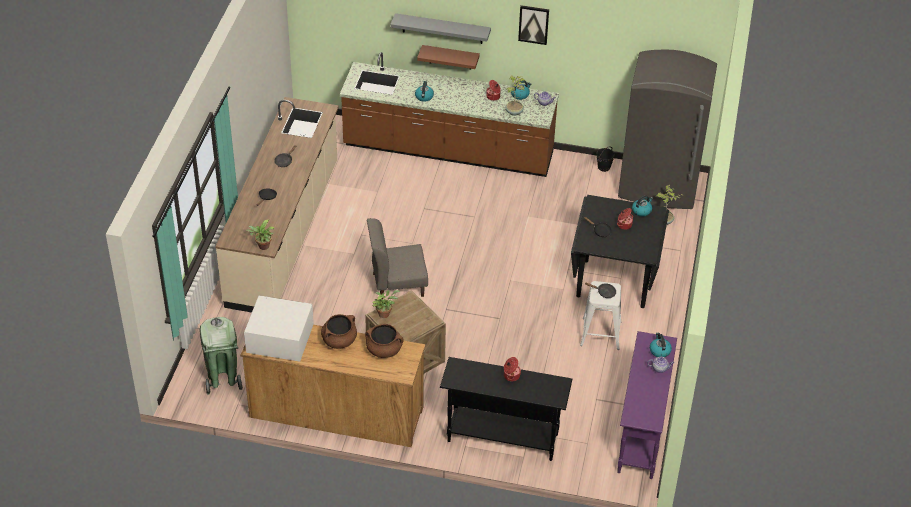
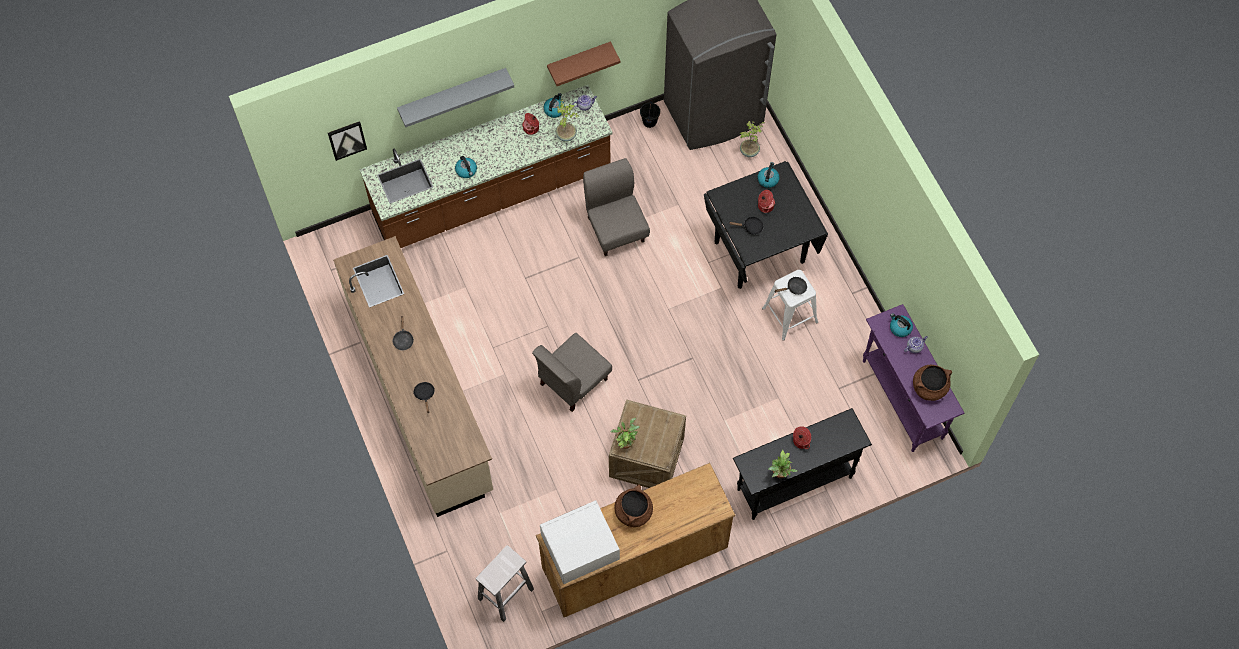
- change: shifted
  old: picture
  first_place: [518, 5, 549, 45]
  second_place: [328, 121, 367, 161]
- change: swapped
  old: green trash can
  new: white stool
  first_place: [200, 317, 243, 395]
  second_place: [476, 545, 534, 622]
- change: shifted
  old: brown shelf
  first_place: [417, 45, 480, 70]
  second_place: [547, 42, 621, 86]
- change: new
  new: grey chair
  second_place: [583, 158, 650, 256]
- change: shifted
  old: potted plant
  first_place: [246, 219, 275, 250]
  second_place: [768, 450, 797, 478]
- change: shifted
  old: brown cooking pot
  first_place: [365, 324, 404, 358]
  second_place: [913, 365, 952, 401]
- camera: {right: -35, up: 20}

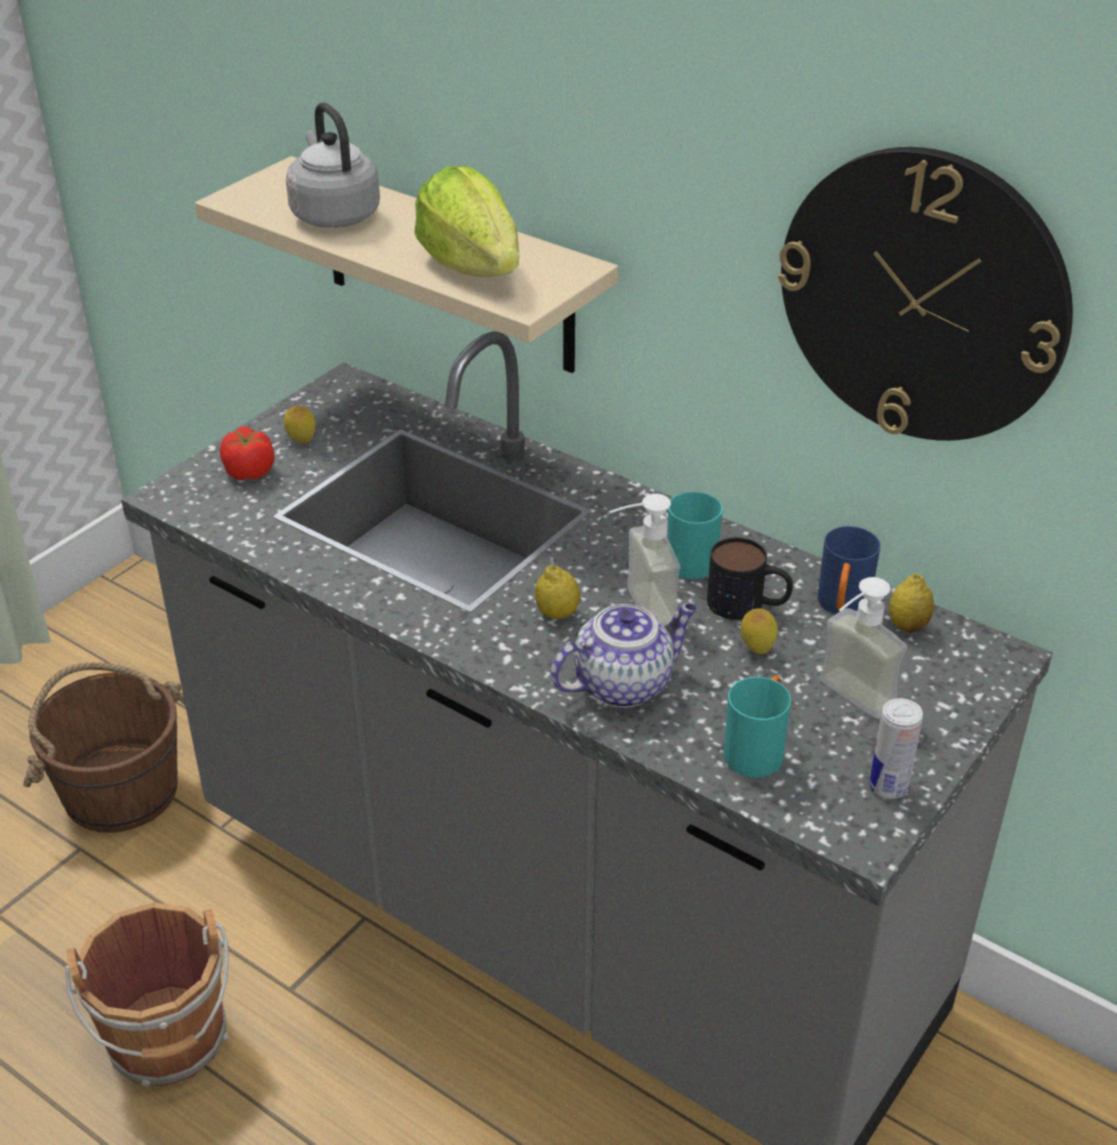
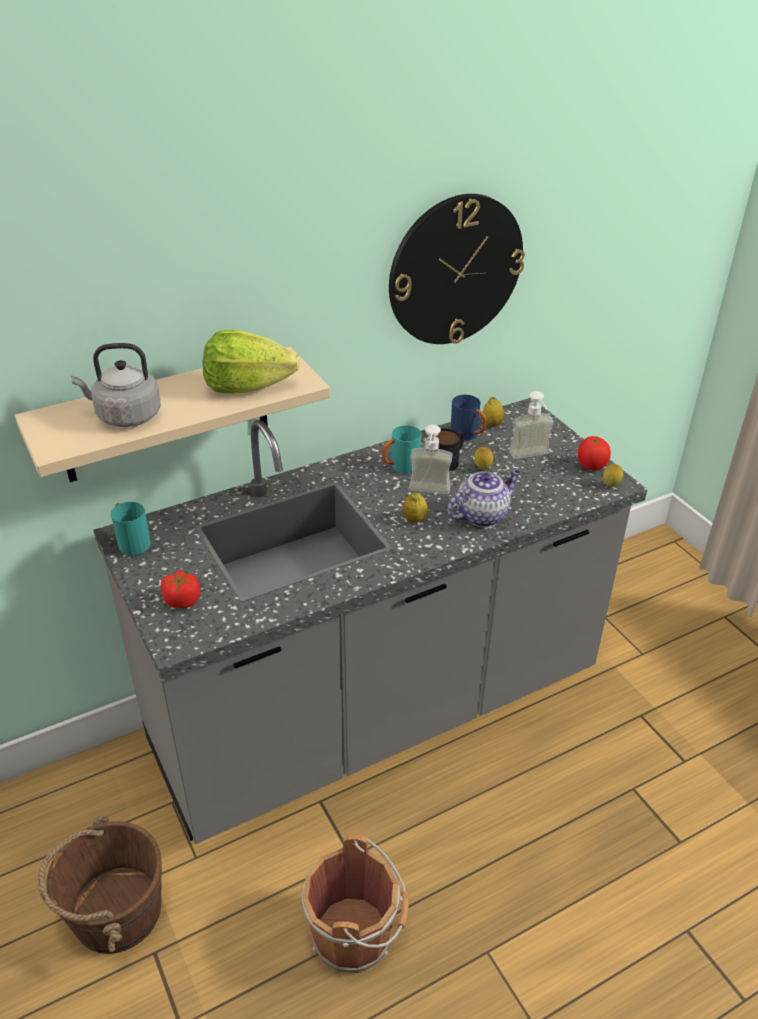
- change: shifted
  old: turquoise mug
  first_place: [724, 676, 791, 778]
  second_place: [111, 502, 151, 556]
- change: rotated
  old: teapot
  first_place: [550, 603, 697, 708]
  second_place: [447, 470, 521, 527]
  degrees: 60
- change: swapped
  old: can
  new: tomato
  first_place: [869, 698, 923, 799]
  second_place: [578, 436, 611, 470]
- change: shifted
  old: lemon
  first_place: [284, 406, 316, 443]
  second_place: [603, 464, 623, 487]
- camera: {right: -65, up: 0}

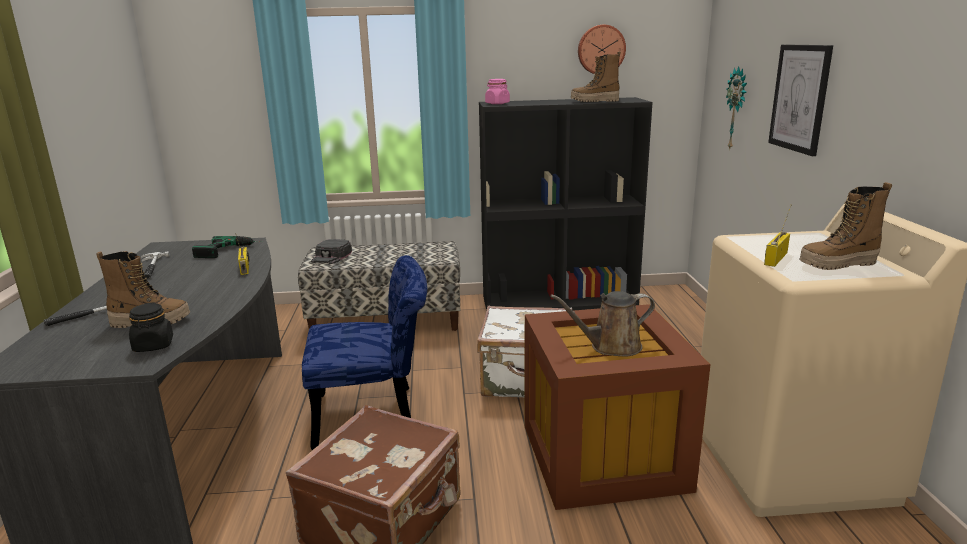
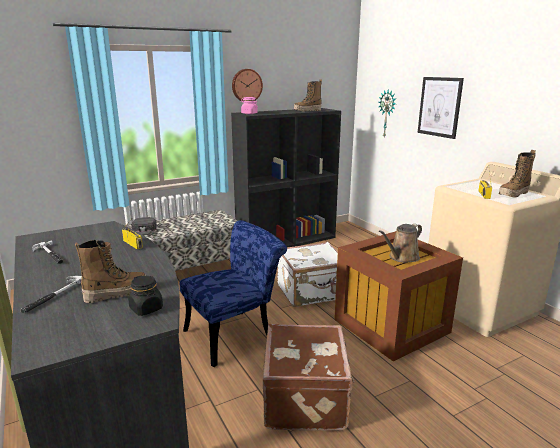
- change: shifted
  old: wall clock
  first_place: [578, 25, 626, 74]
  second_place: [232, 69, 263, 101]
- change: gone
  old: power drill
  first_place: [192, 236, 262, 258]
- camera: {right: -25, up: 0}

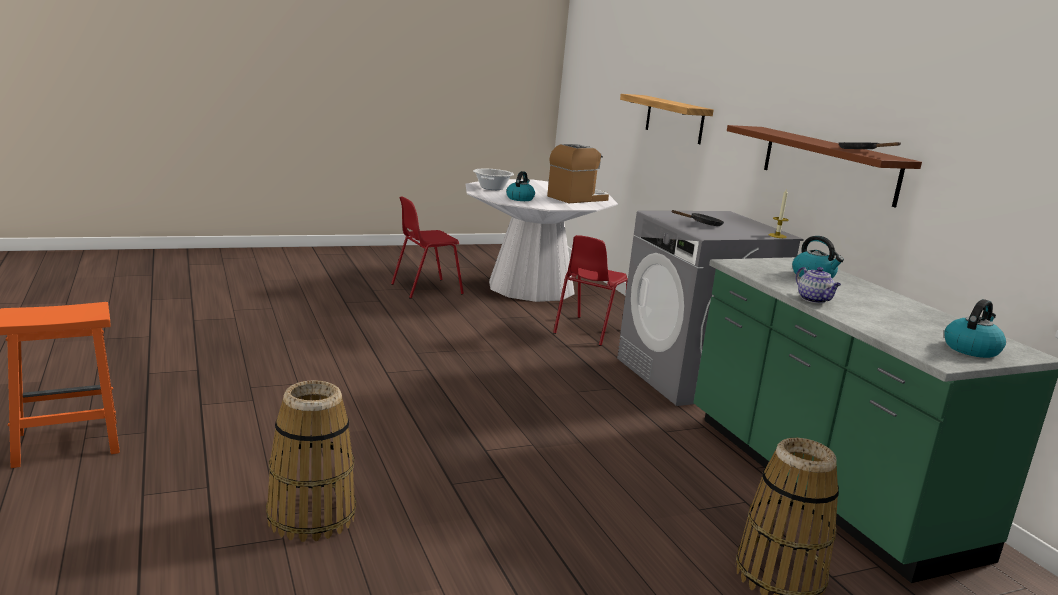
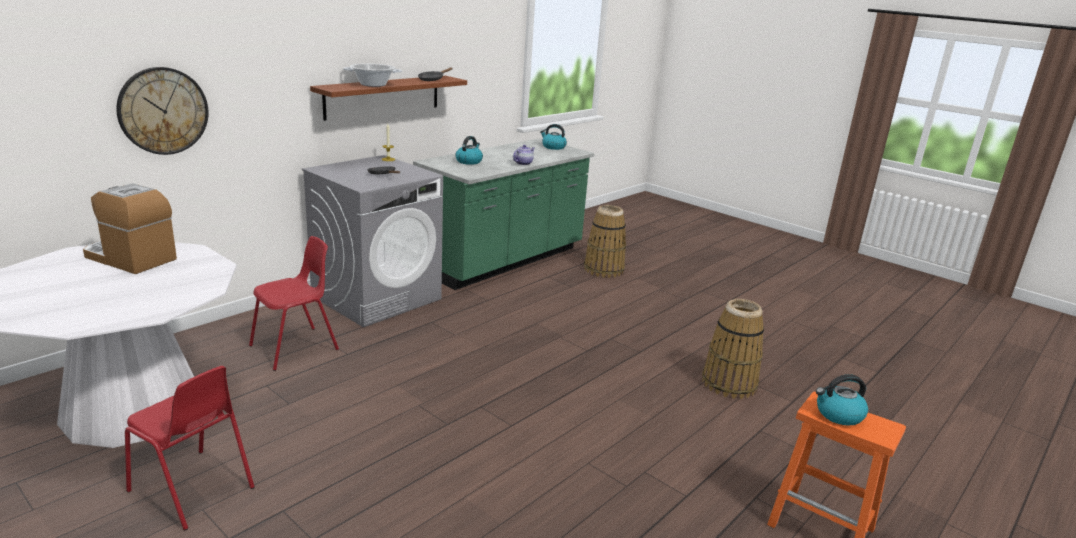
- change: swapped
  old: shelf
  new: wall clock
  first_place: [620, 94, 714, 144]
  second_place: [116, 67, 208, 155]
- change: rotated
  old: red chair
  first_place: [553, 235, 628, 346]
  second_place: [249, 236, 339, 371]
  degrees: -45
- change: shifted
  old: cooking pot
  first_place: [473, 169, 514, 190]
  second_place: [343, 64, 402, 87]
- change: shifted
  old: kettle
  first_place: [506, 171, 535, 201]
  second_place: [816, 374, 868, 426]
- camera: {right: -115, up: 5}

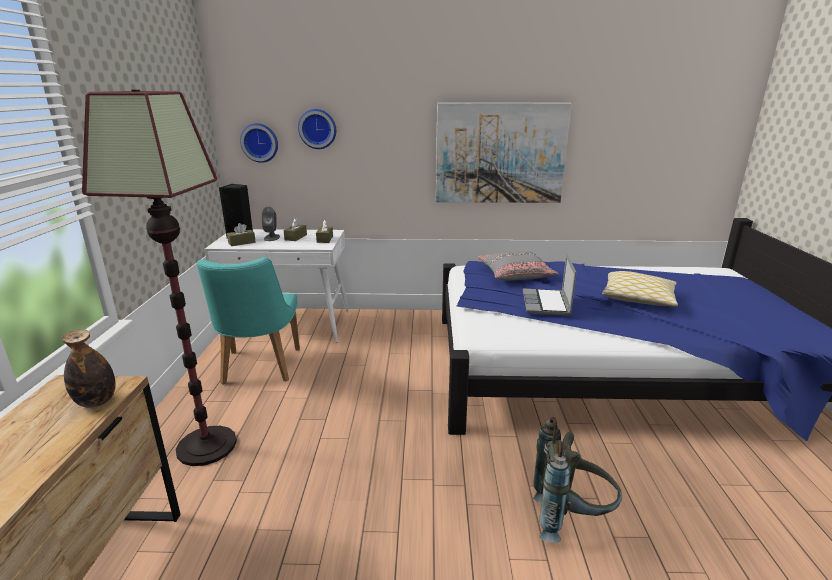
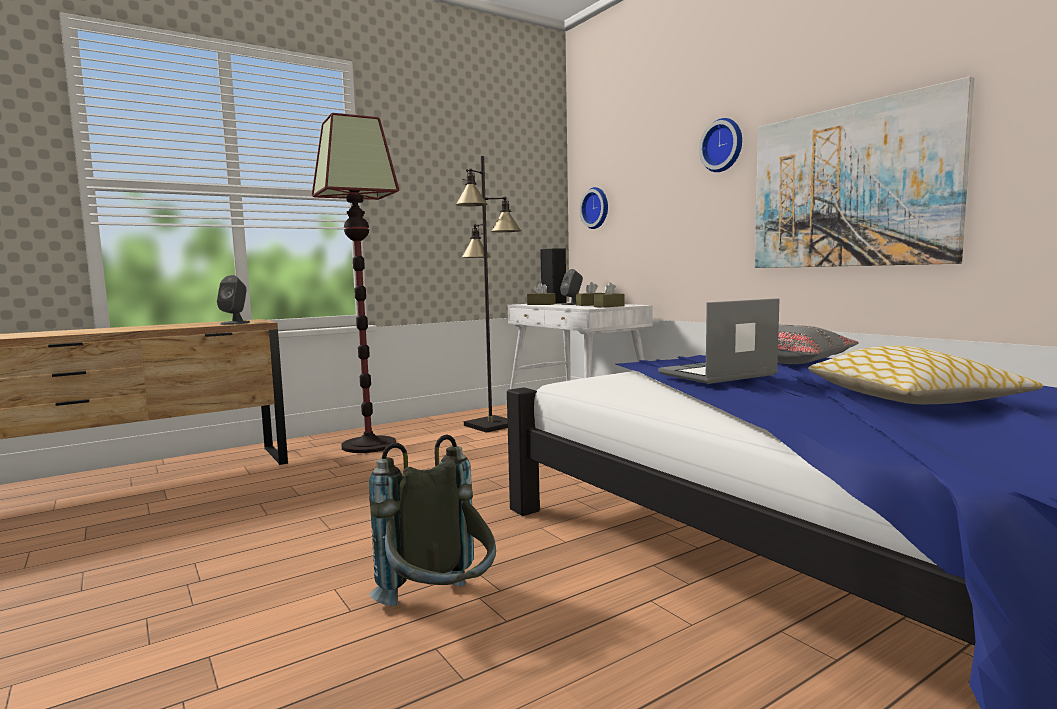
- change: swapped
  old: bottle
  new: grey speaker
  first_place: [62, 329, 116, 408]
  second_place: [217, 275, 250, 325]
- change: swapped
  old: turquoise chair
  new: black floor lamp
  first_place: [197, 257, 300, 385]
  second_place: [455, 156, 521, 433]
- change: shifted
  old: wall clock
  first_place: [298, 109, 336, 149]
  second_place: [699, 118, 742, 172]
- camera: {right: 55, up: -15}

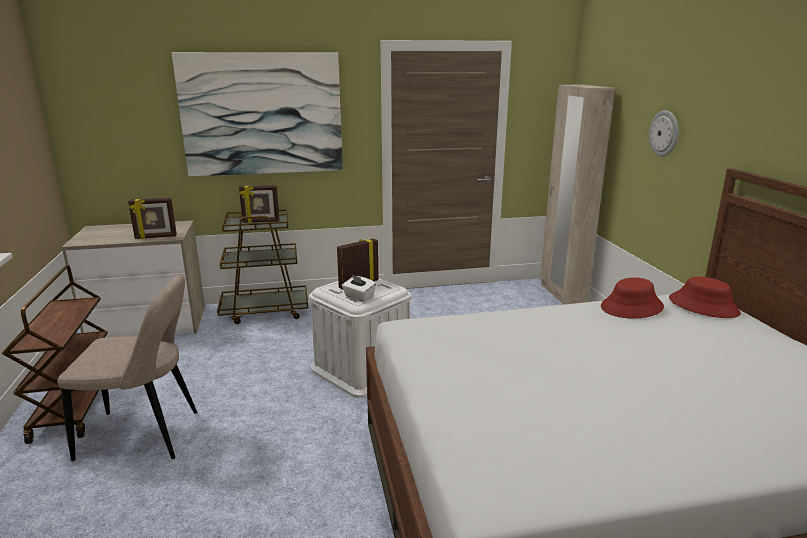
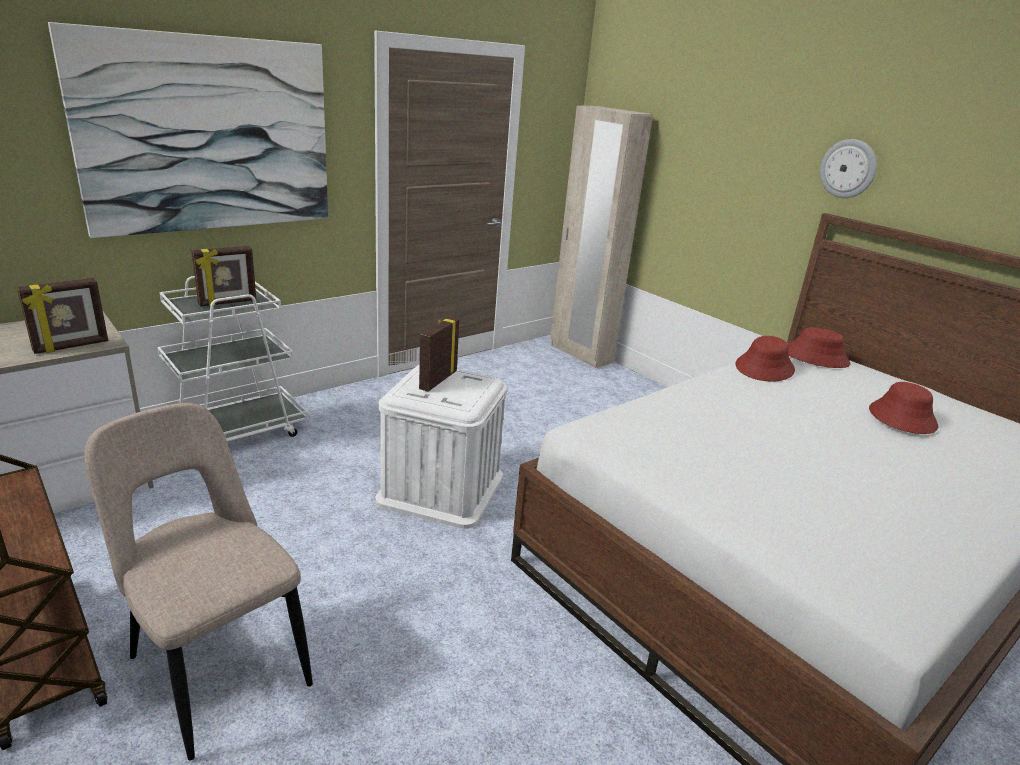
- change: rotated
  old: beige chair
  first_place: [57, 275, 197, 461]
  second_place: [84, 403, 313, 761]
  degrees: -105
- change: repainted
  old: brown cart
  new: white cart
  first_place: [217, 209, 308, 324]
  second_place: [158, 276, 308, 442]
- change: shifted
  old: wall clock
  first_place: [649, 110, 678, 157]
  second_place: [820, 139, 877, 198]
- change: new
  new: red hat
  second_place: [869, 382, 939, 434]
- change: gone
  old: white tissue box
  first_place: [342, 275, 376, 302]
- camera: {right: -30, up: 5}

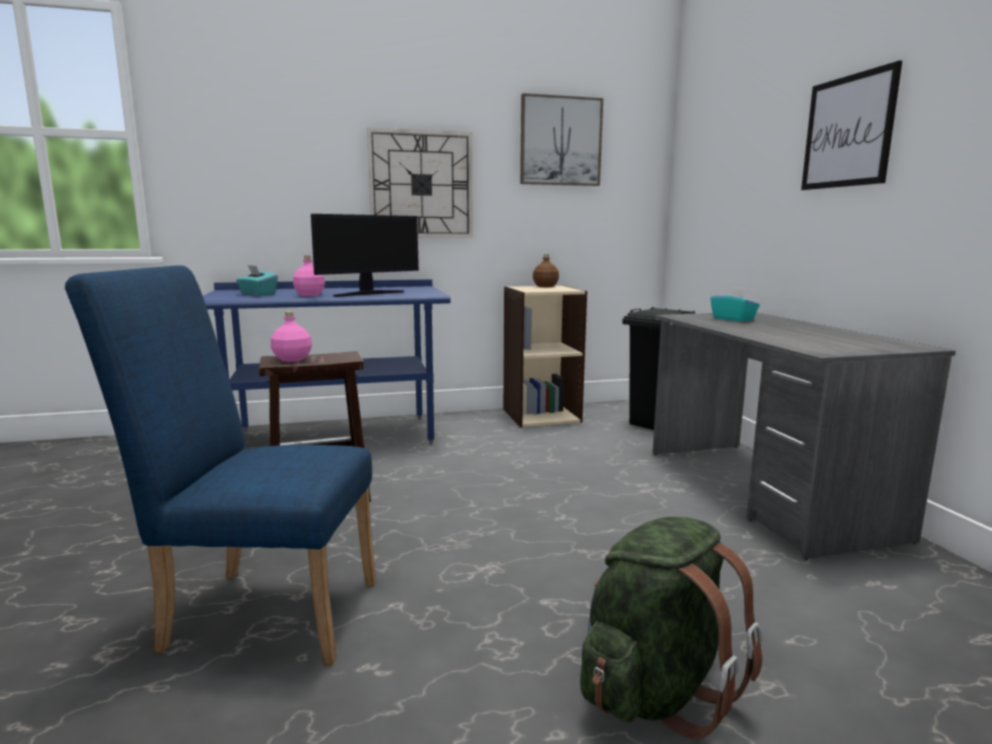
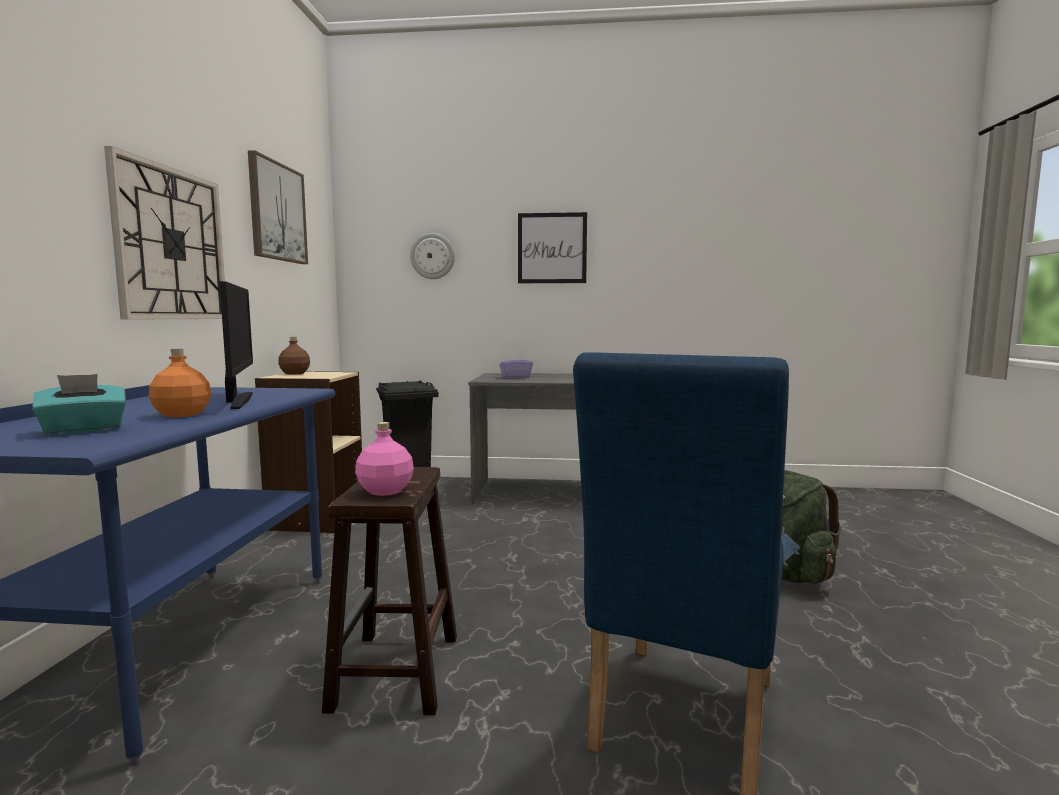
- change: repainted
  old: pink bottle
  new: orange bottle
  first_place: [293, 255, 325, 296]
  second_place: [149, 349, 211, 417]
- change: new
  new: wall clock
  second_place: [410, 233, 455, 279]
- change: repainted
  old: turquoise tissue box
  new: purple tissue box
  first_place: [710, 287, 760, 322]
  second_place: [499, 353, 533, 378]
- camera: {right: -70, up: -5}

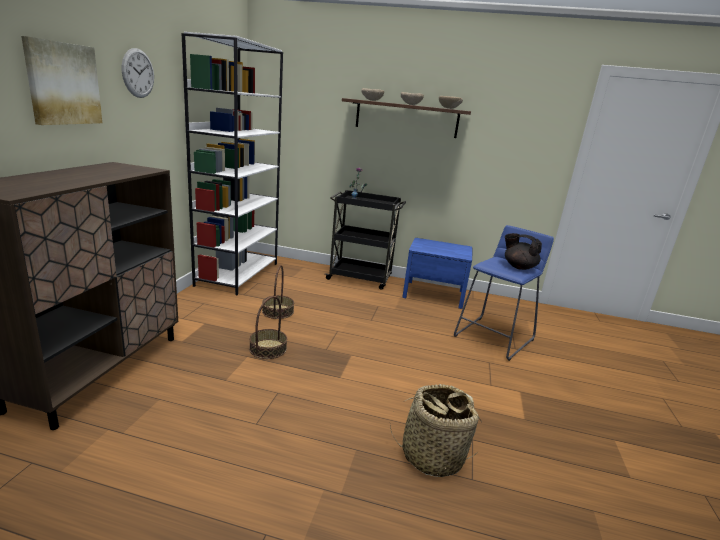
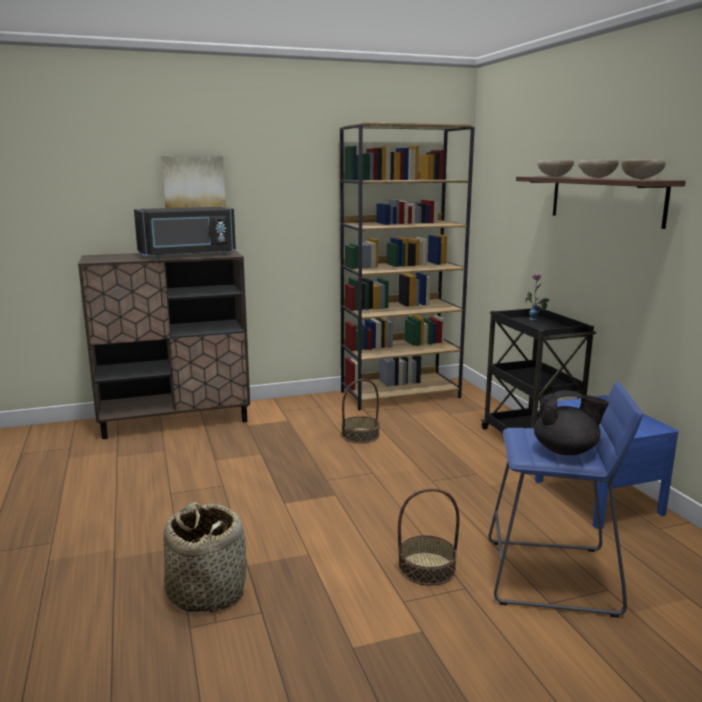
- change: new
  new: black microwave
  second_place: [134, 207, 236, 259]
- change: repainted
  old: white bookcase
  new: brown bookcase
  first_place: [181, 32, 283, 295]
  second_place: [340, 122, 475, 410]
- change: shifted
  old: basket
  first_place: [249, 296, 287, 359]
  second_place: [398, 488, 460, 586]
- change: rotated
  old: black teapot
  first_place: [505, 233, 542, 270]
  second_place: [534, 390, 609, 455]
  degrees: 90
- change: gone
  old: wall clock
  first_place: [122, 48, 154, 98]
- camera: {right: 60, up: -5}

